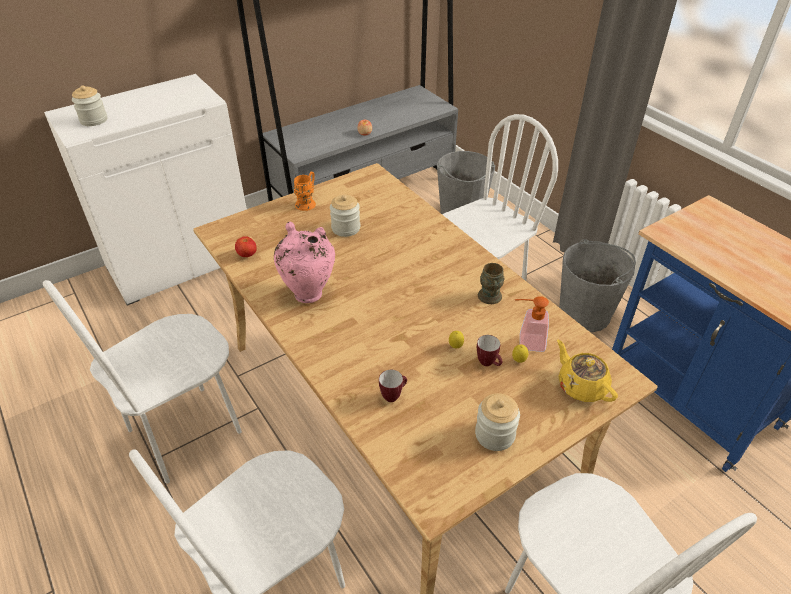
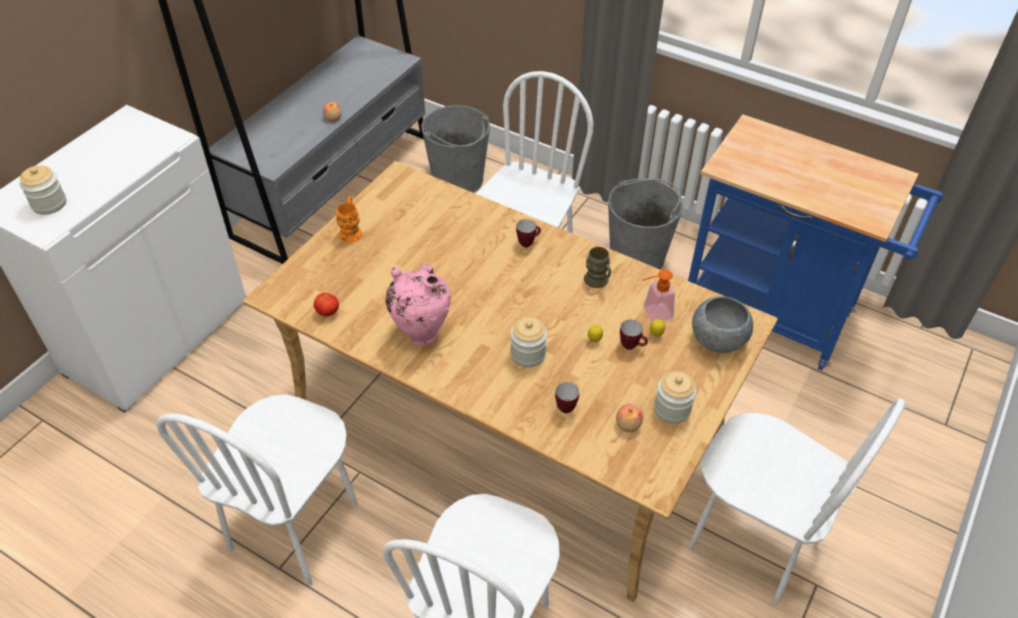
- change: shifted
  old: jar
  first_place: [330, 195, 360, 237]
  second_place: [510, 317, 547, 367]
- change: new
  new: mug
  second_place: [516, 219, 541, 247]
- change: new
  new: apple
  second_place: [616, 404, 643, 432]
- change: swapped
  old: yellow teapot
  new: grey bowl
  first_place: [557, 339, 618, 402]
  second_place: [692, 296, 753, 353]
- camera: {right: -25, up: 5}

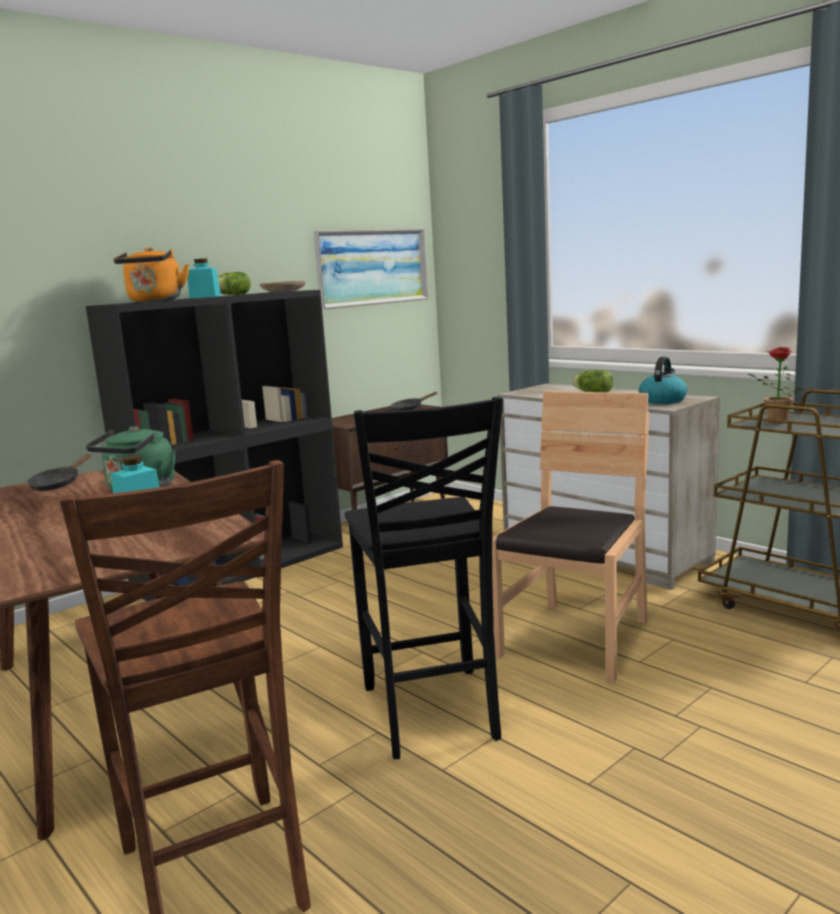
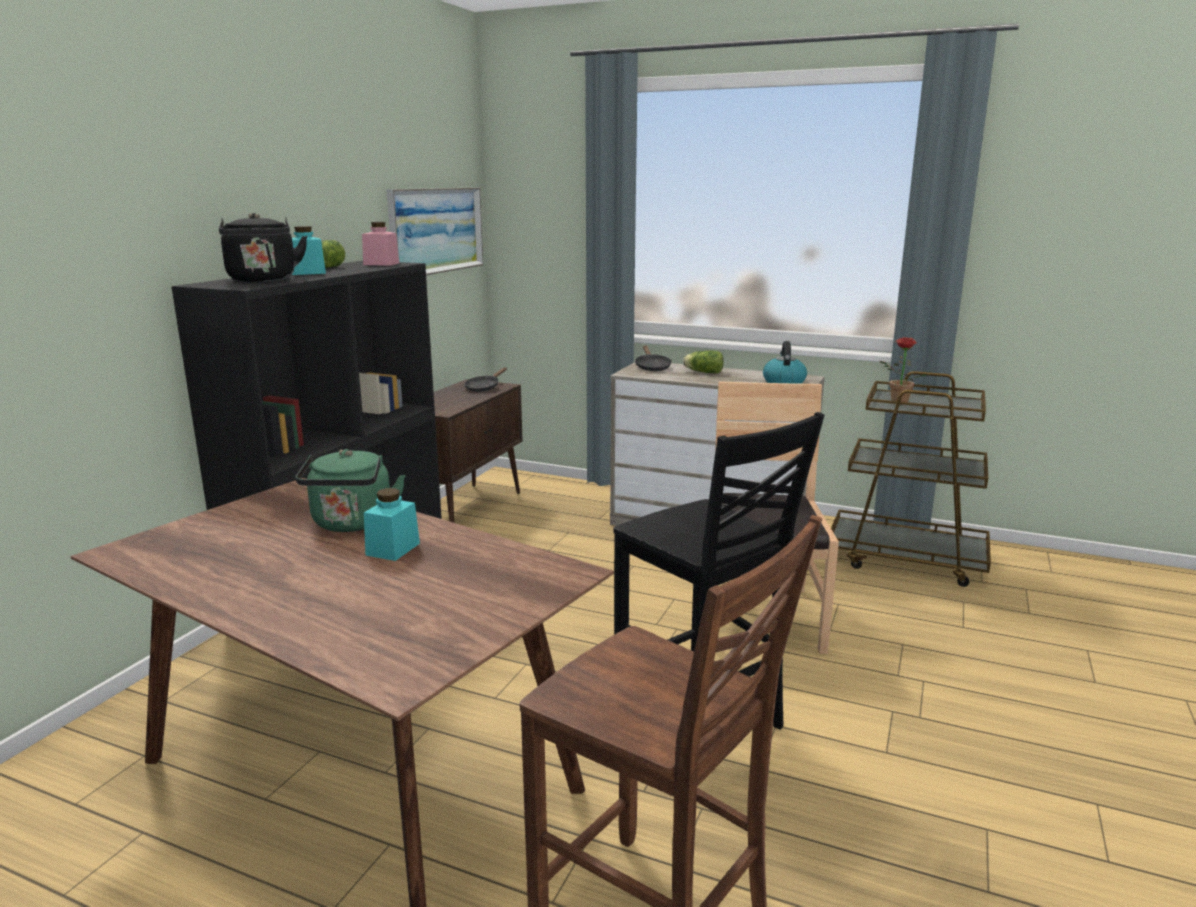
- change: repainted
  old: orange kettle
  new: black kettle
  first_place: [113, 247, 189, 302]
  second_place: [219, 213, 307, 282]
- change: swapped
  old: beige plate
  new: pink jar
  first_place: [260, 281, 306, 292]
  second_place: [362, 222, 400, 266]
- change: shifted
  old: black frying pan
  first_place: [27, 454, 92, 491]
  second_place: [635, 346, 672, 371]
- camera: {right: -25, up: 5}

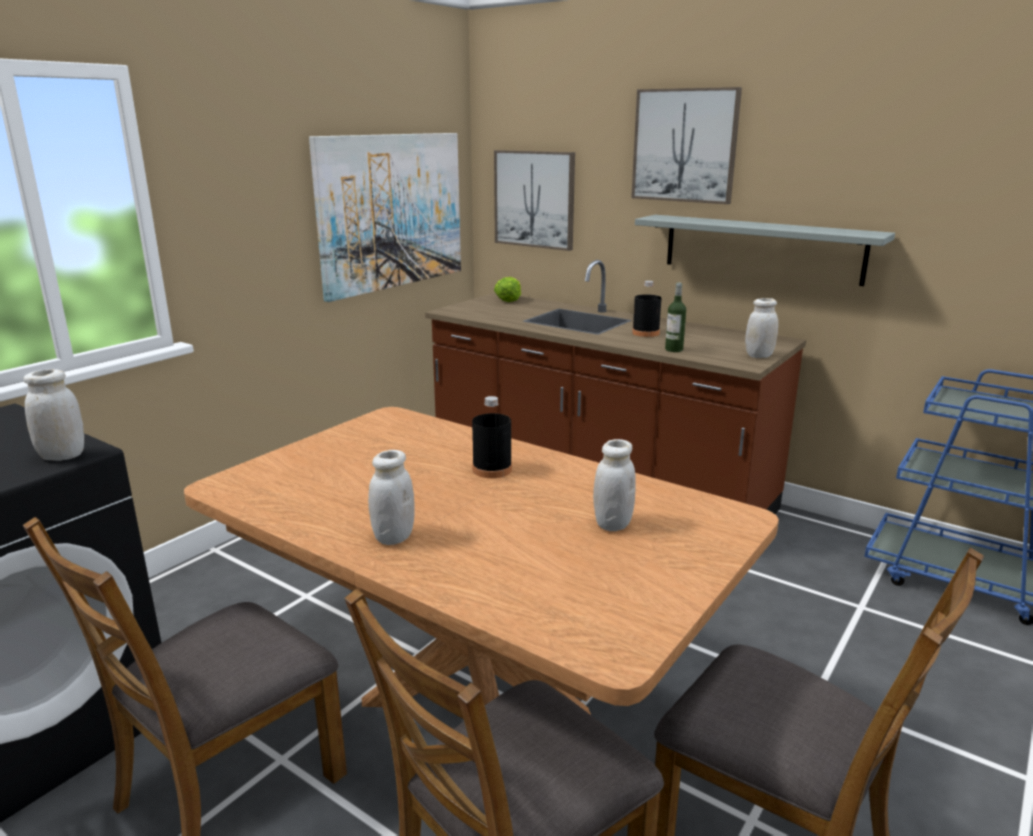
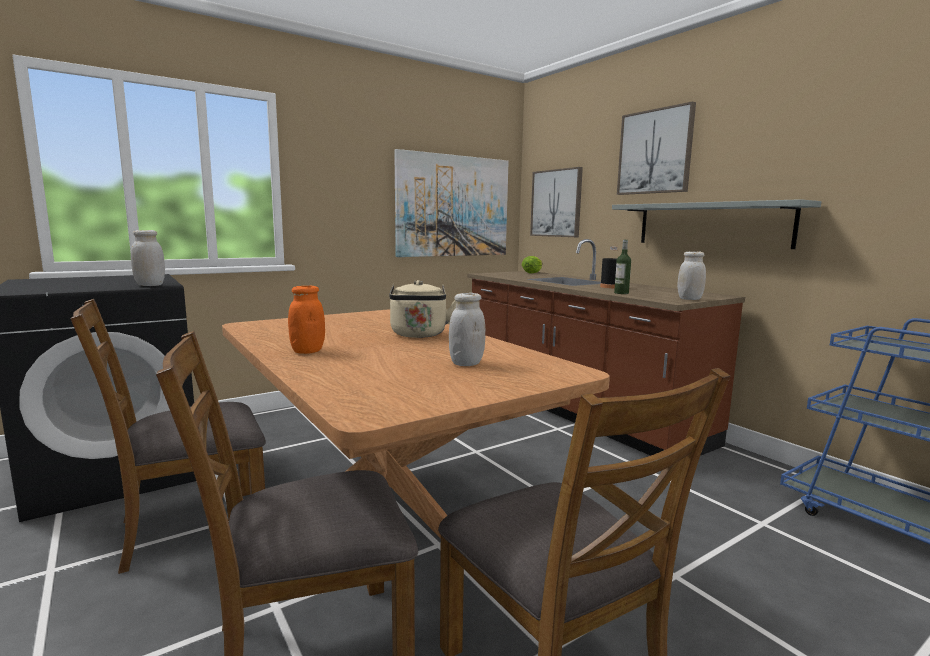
- change: repainted
  old: white jar
  new: orange jar
  first_place: [368, 450, 415, 545]
  second_place: [288, 285, 325, 354]
- change: swapped
  old: black bottle
  new: beige kettle
  first_place: [472, 396, 512, 478]
  second_place: [389, 280, 456, 338]
- camera: {right: 20, up: -10}

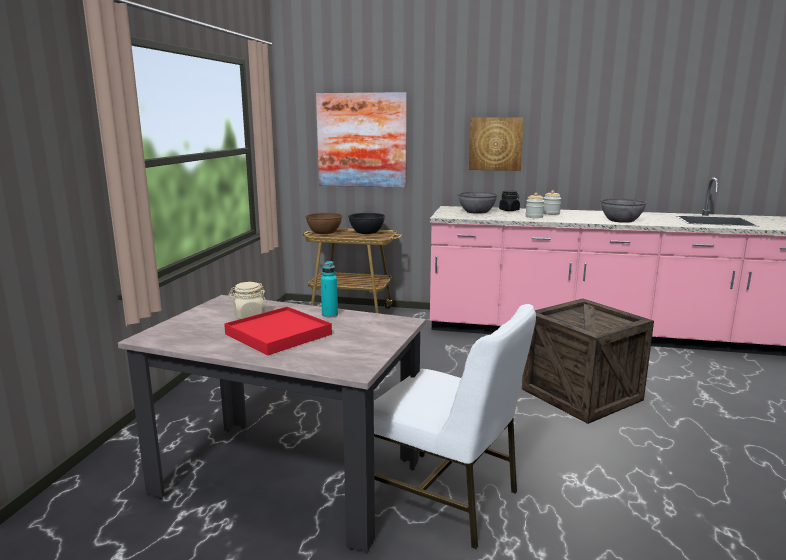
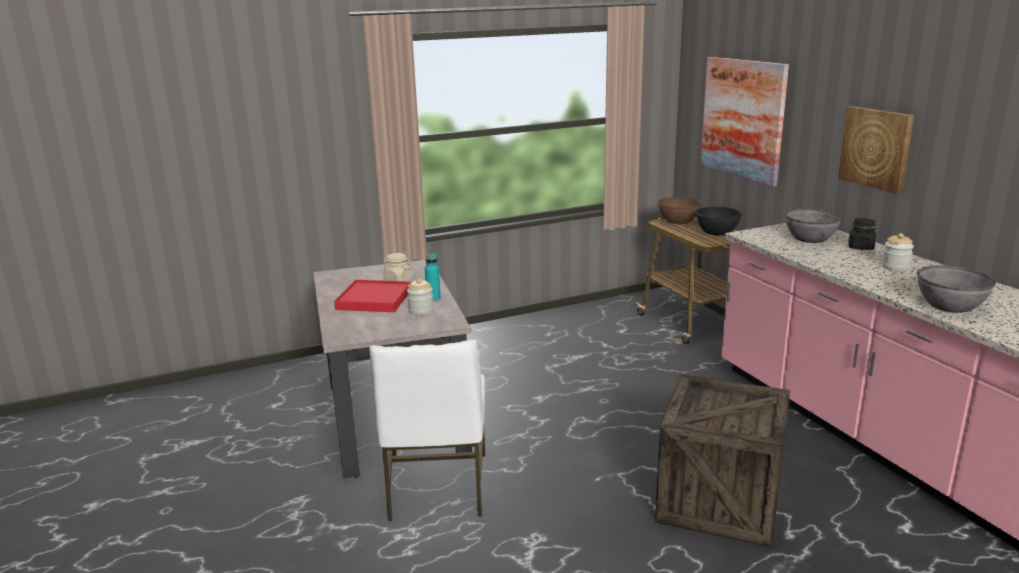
- change: shifted
  old: jar
  first_place: [525, 193, 545, 218]
  second_place: [407, 278, 434, 316]
- camera: {right: 55, up: 5}

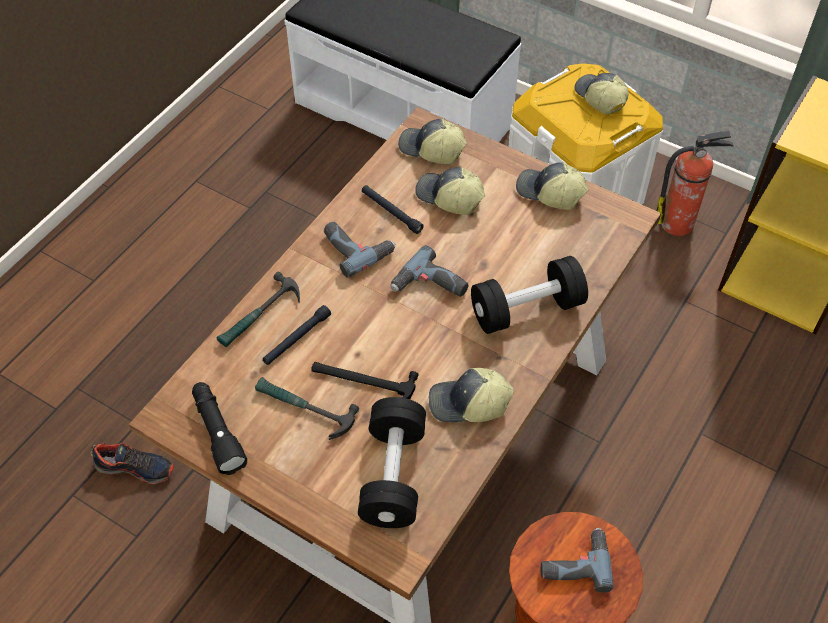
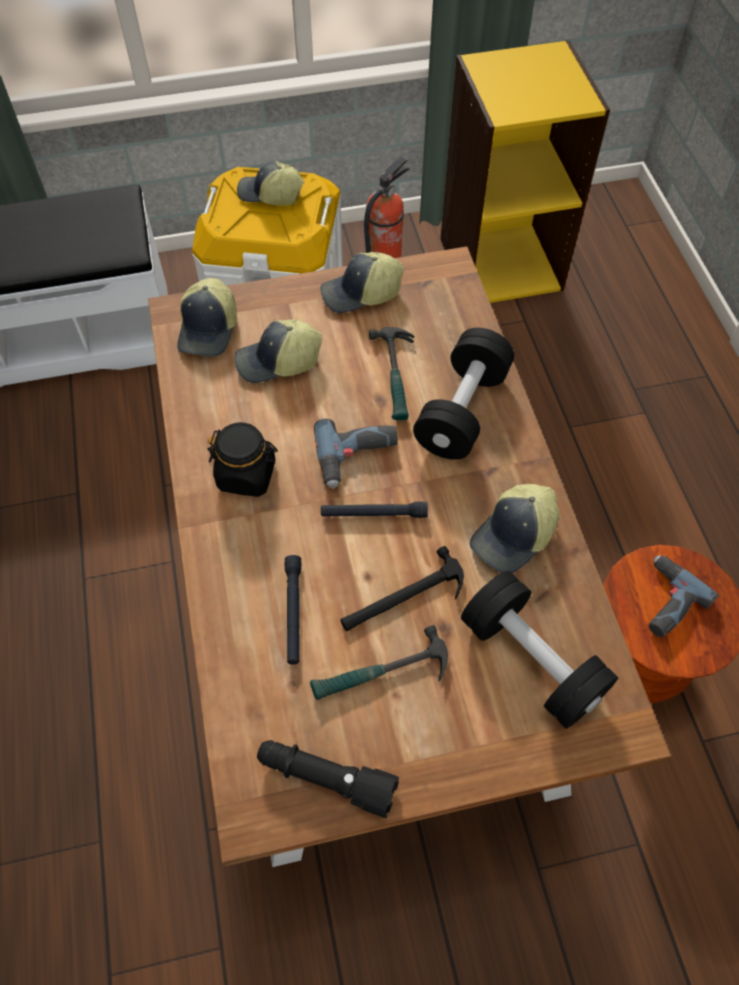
- change: rotated
  old: cap
  first_place: [398, 119, 467, 164]
  second_place: [177, 278, 237, 357]
  degrees: -60
- change: swapped
  old: power drill
  new: black jar
  first_place: [324, 222, 395, 278]
  second_place: [207, 422, 278, 497]
- change: shifted
  old: black flashlight
  first_place: [362, 185, 423, 234]
  second_place: [321, 501, 428, 518]
- change: shifted
  old: hammer
  first_place: [216, 272, 300, 347]
  second_place: [369, 327, 414, 420]
- change: gone
  old: shoe
  first_place: [90, 443, 174, 484]
- camera: {right: -45, up: 5}

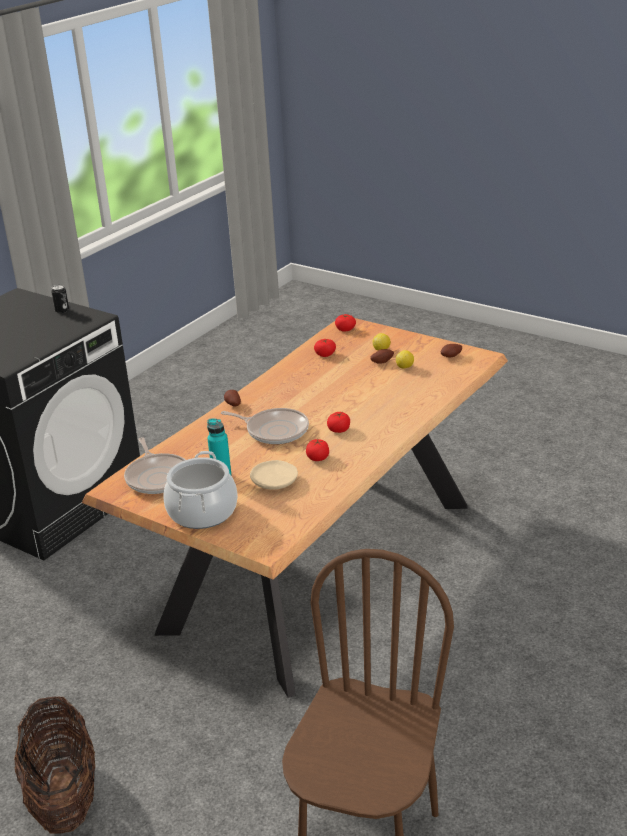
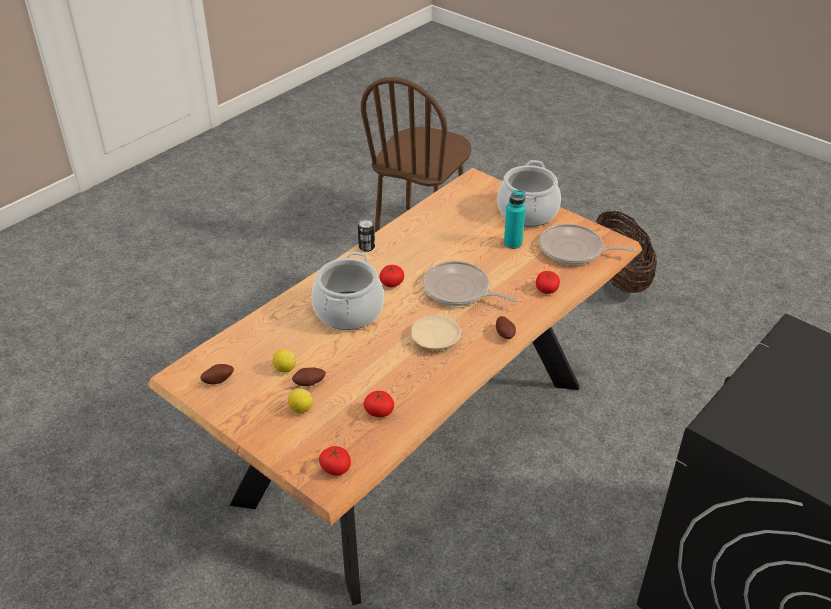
- change: new
  new: cooking pot
  second_place: [311, 252, 384, 330]
- change: shifted
  old: can
  first_place: [51, 285, 69, 313]
  second_place: [358, 219, 375, 252]
- change: shifted
  old: beige plate
  first_place: [250, 460, 298, 490]
  second_place: [411, 315, 461, 350]
- change: shifted
  old: tomato
  first_place: [306, 439, 329, 461]
  second_place: [536, 271, 560, 294]
- change: rotated
  old: frying pan
  first_place: [124, 437, 186, 494]
  second_place: [540, 224, 636, 265]
  degrees: -60
- camera: {right: -175, up: 10}

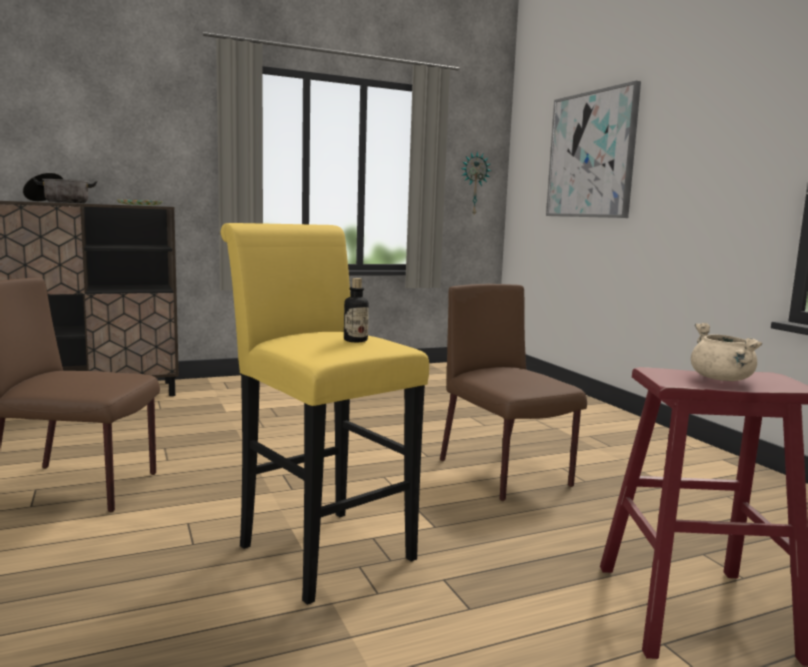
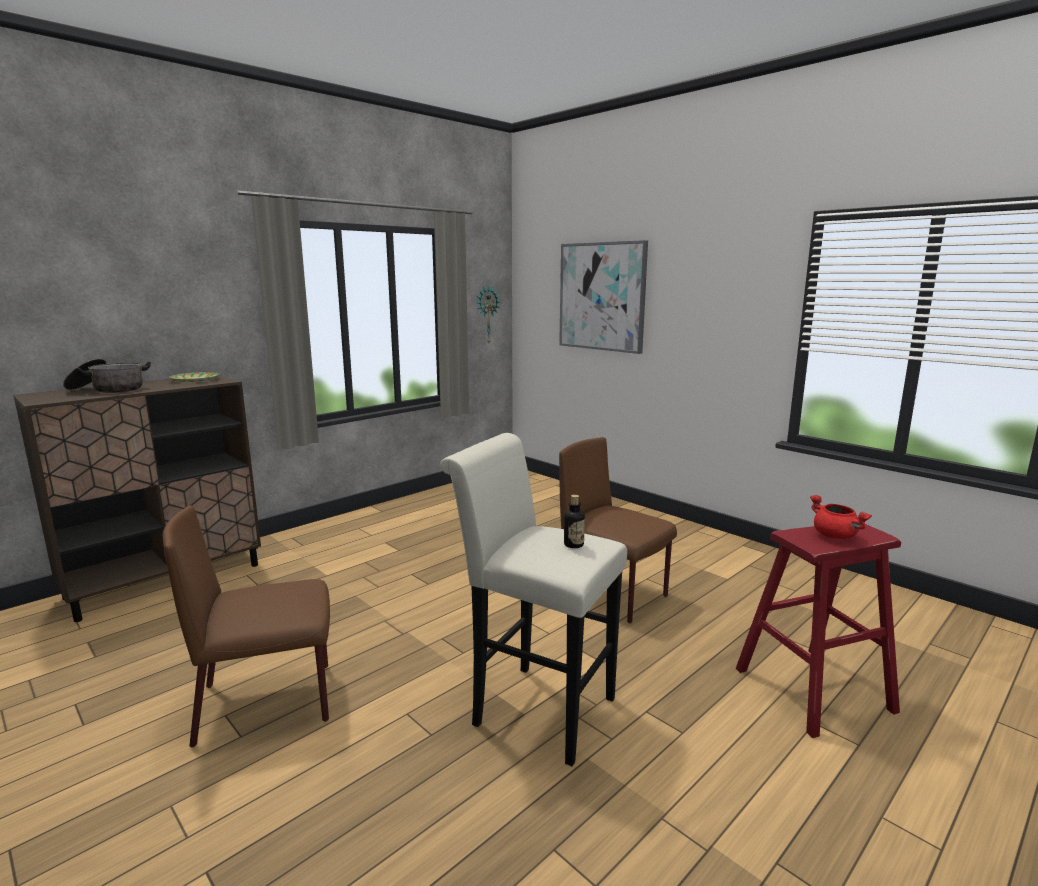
- change: repainted
  old: yellow stool
  new: white stool
  first_place: [221, 223, 429, 605]
  second_place: [440, 433, 627, 766]
- change: repainted
  old: beige cooking pot
  new: red cooking pot
  first_place: [691, 323, 762, 381]
  second_place: [810, 495, 872, 539]
- camera: {right: -20, up: 5}

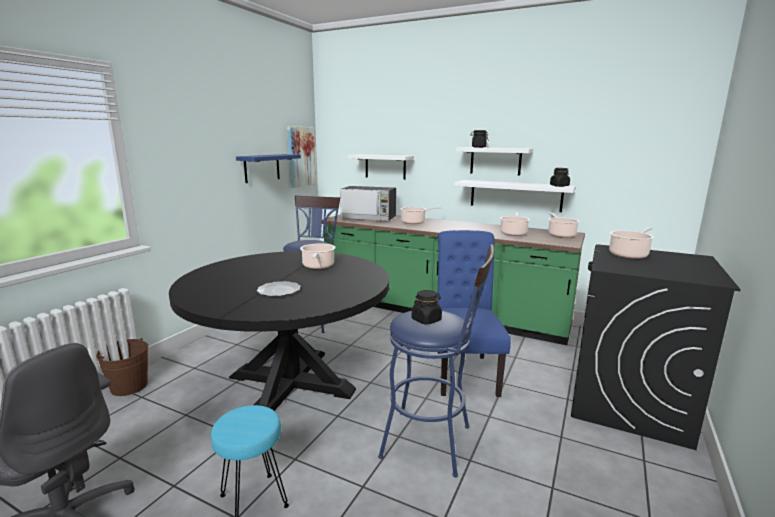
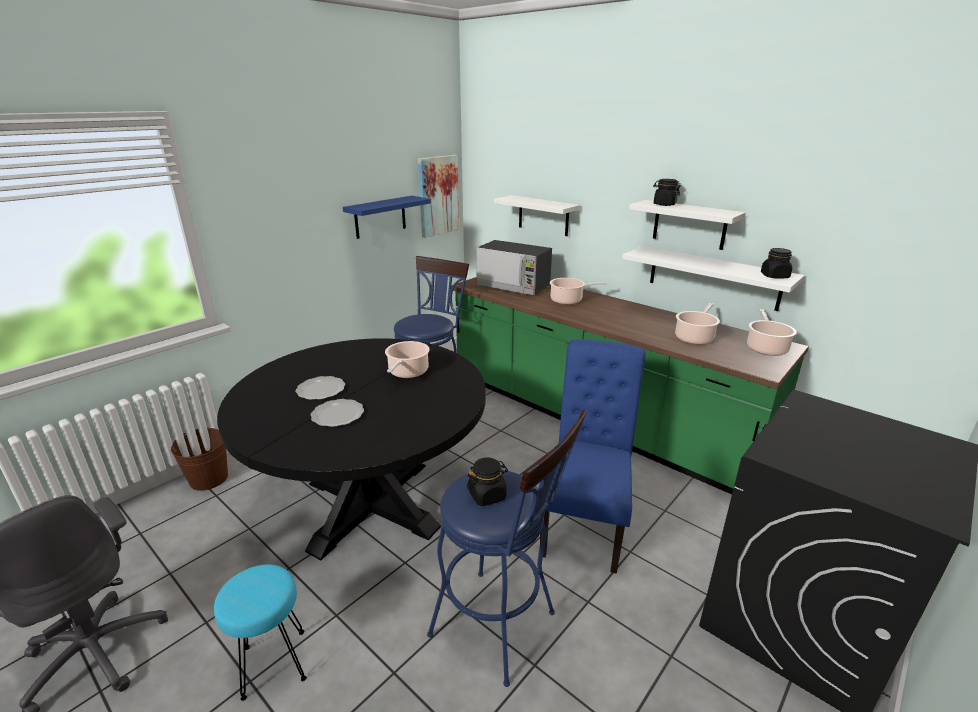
- change: new
  new: plate
  second_place: [295, 376, 345, 400]
- change: gone
  old: cooking pot
  first_place: [609, 227, 654, 259]
- camera: {right: 15, up: 10}

